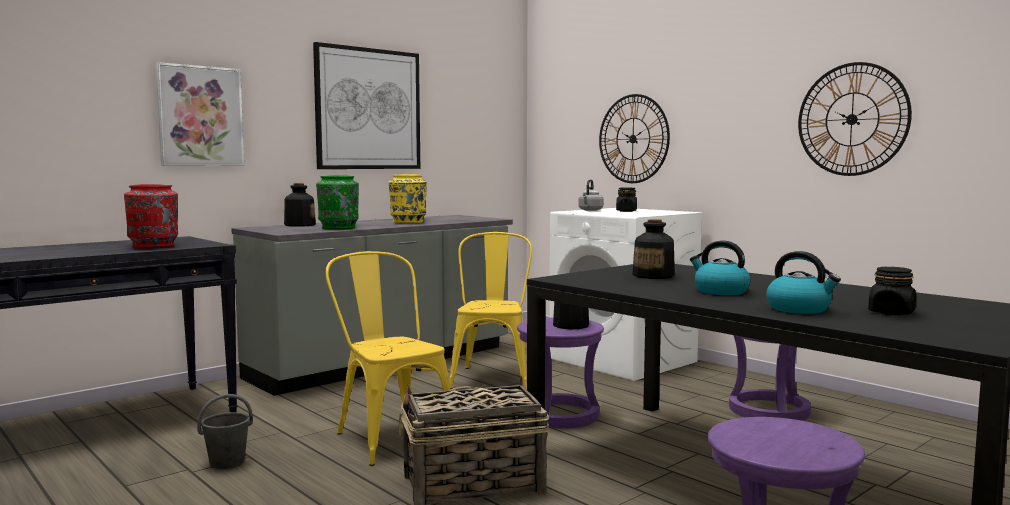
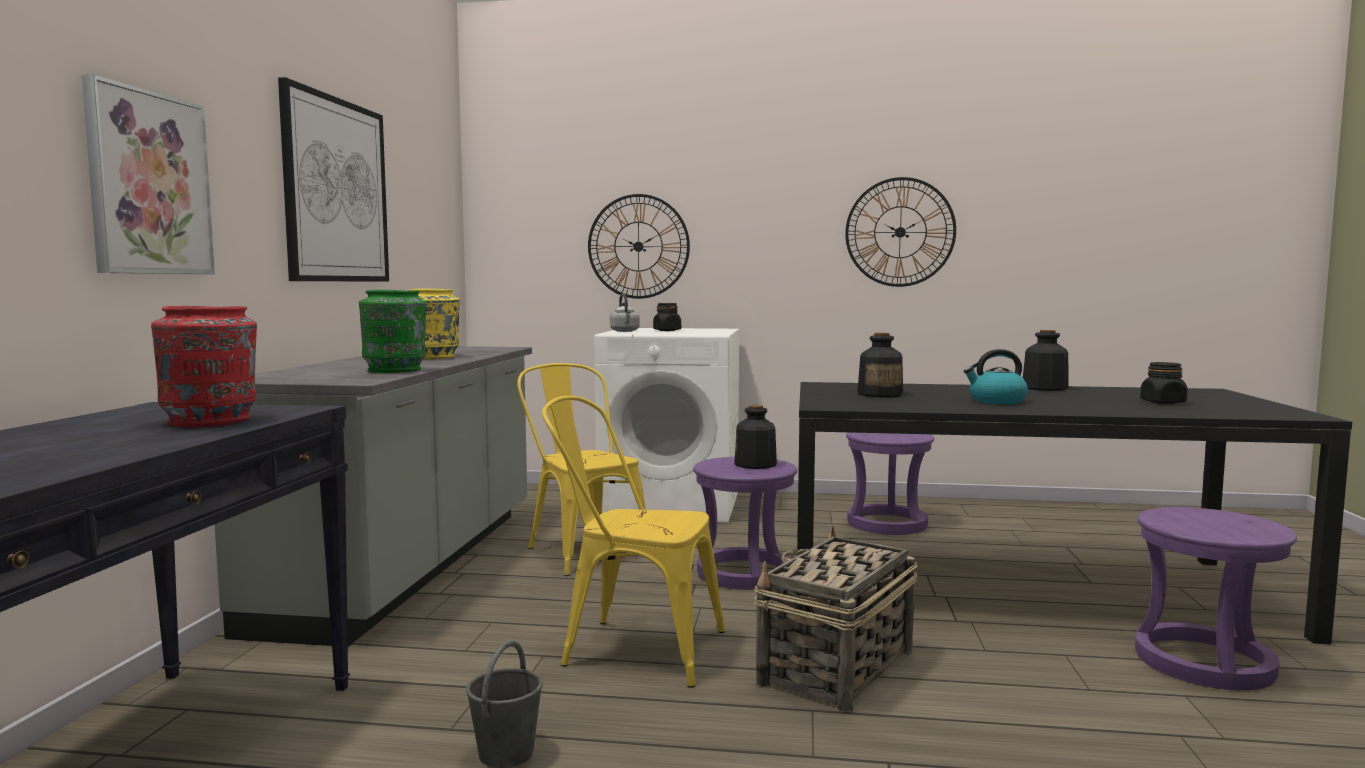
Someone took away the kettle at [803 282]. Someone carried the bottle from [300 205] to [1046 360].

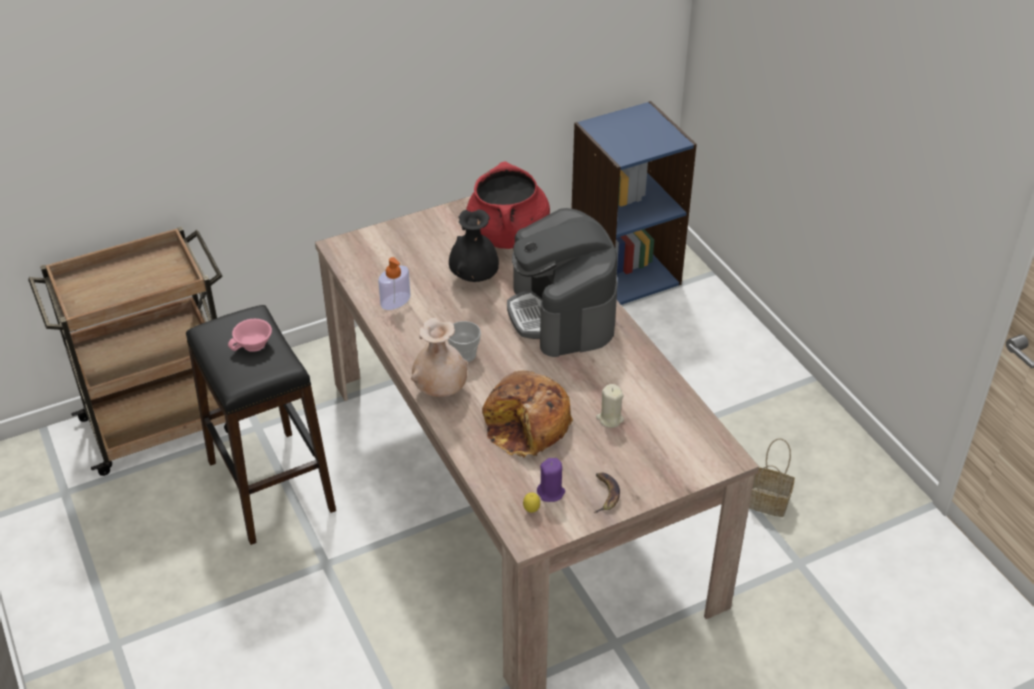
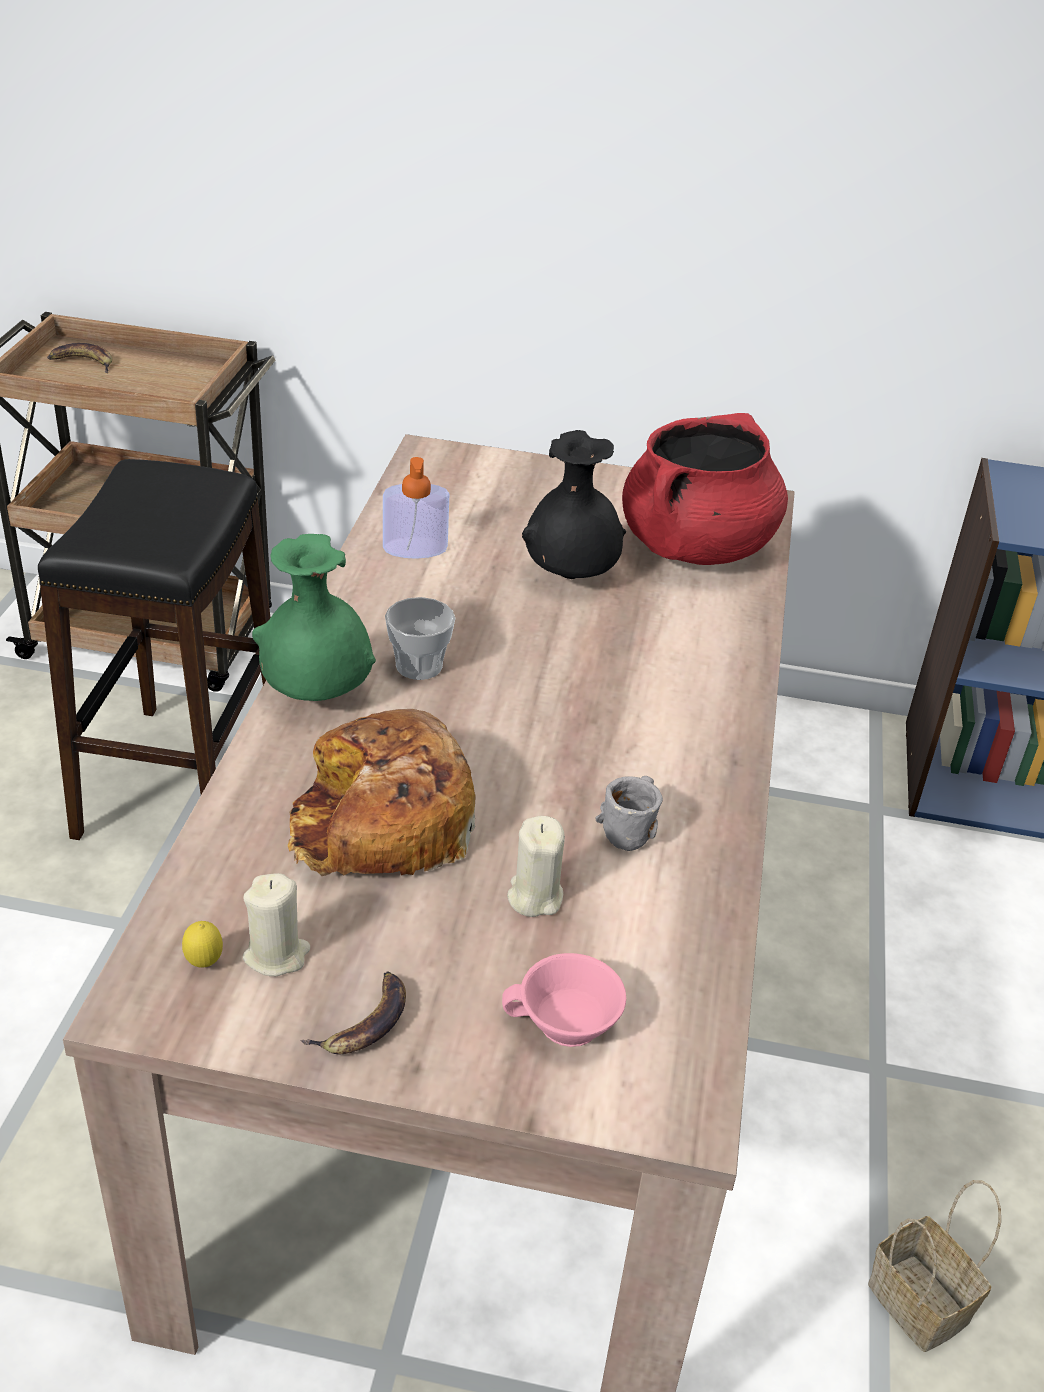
Someone took away the coffee machine at [562 282]. Someone put down the banana at [79 358]. Someone put down the grey mug at [629 813]. Someone carried the pink cup from [250 335] to [564 1000]. Someone repainted the beige vase at [439 357], which became the green vase at [314 617]. Someone repainted the purple candle at [551 480], which became the beige candle at [276 924].

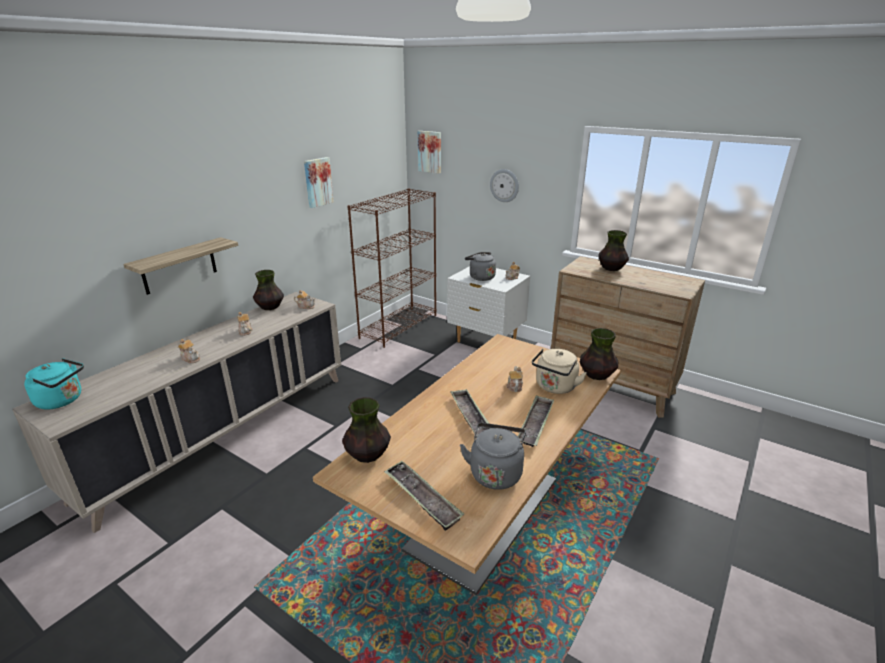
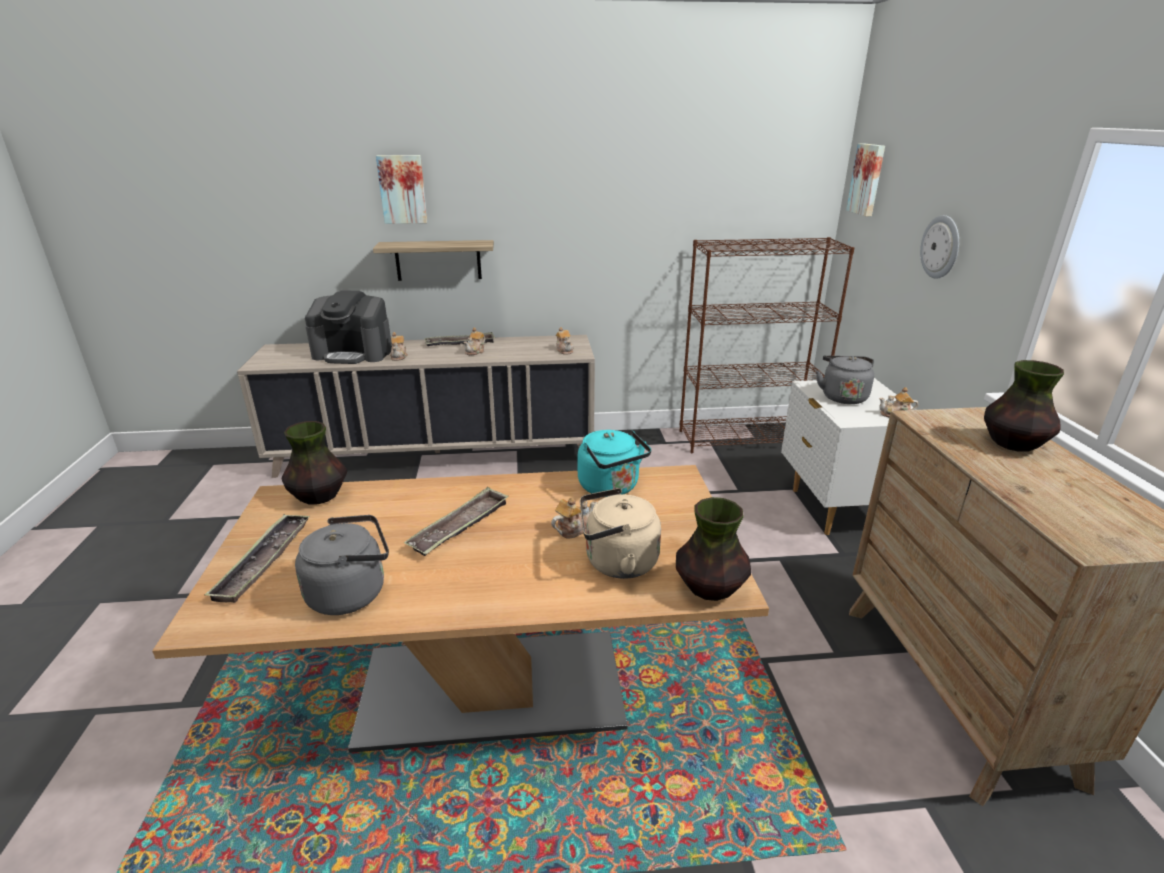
Someone took away the vase at [268 290]. Someone put down the coffee machine at [348 327]. Someone carried the turquoise kettle from [54 383] to [614 463]. Someone carried the picture from [319 182] to [401 189]. Someone carried the tray from [536 421] to [459 339].

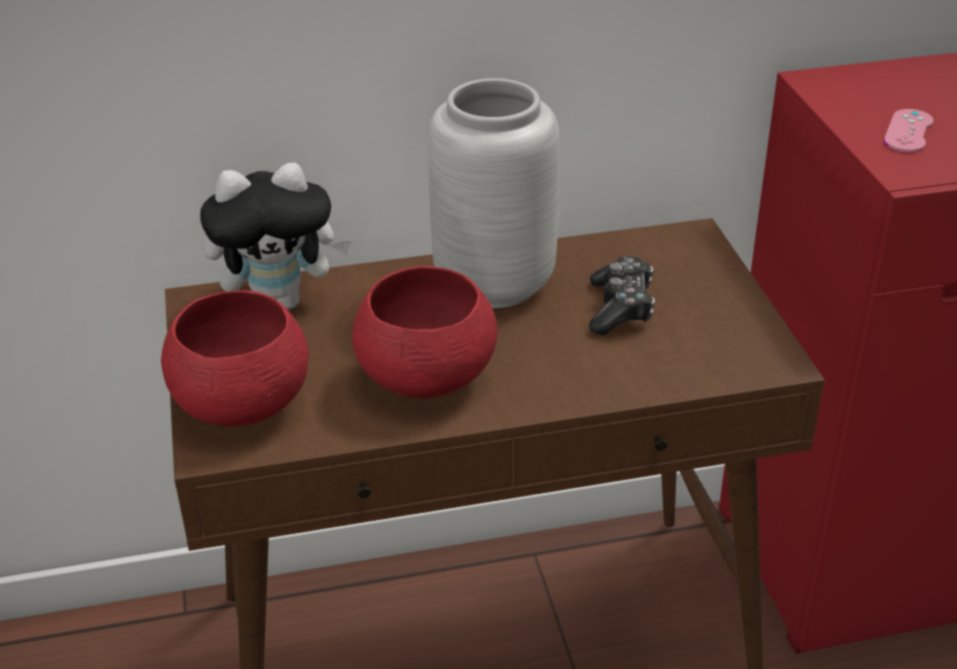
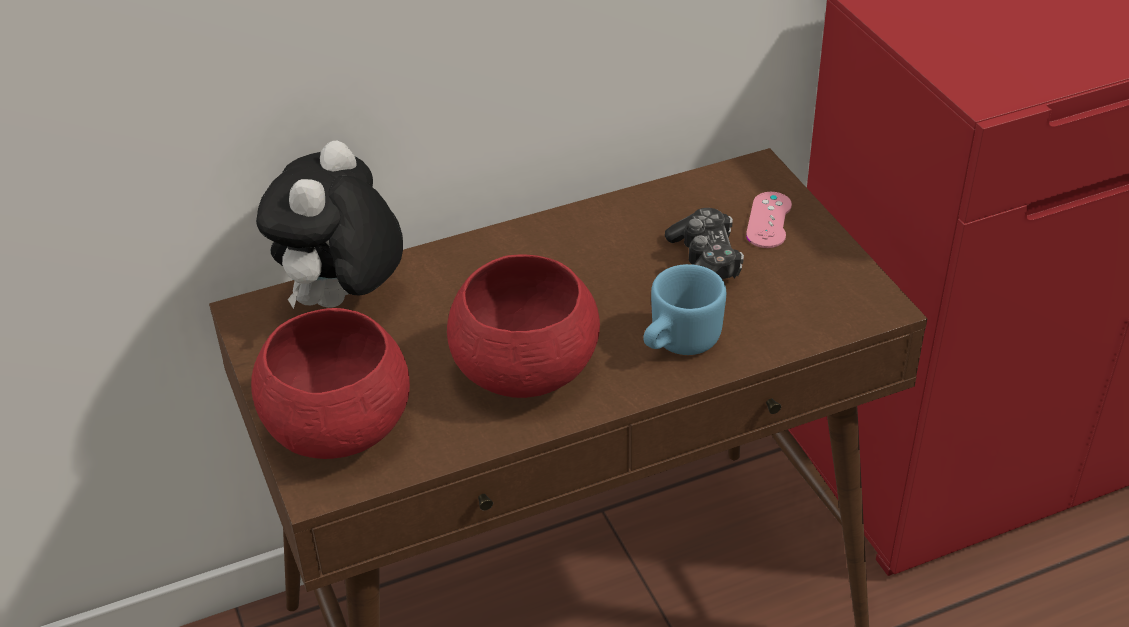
Someone took away the grey vase at [494 193]. Someone put down the blue mug at [684 309]. Someone carried the pink game controller from [908 130] to [769 220]. Someone rotated the plush toy at [275 236] by 135 degrees clockwise.

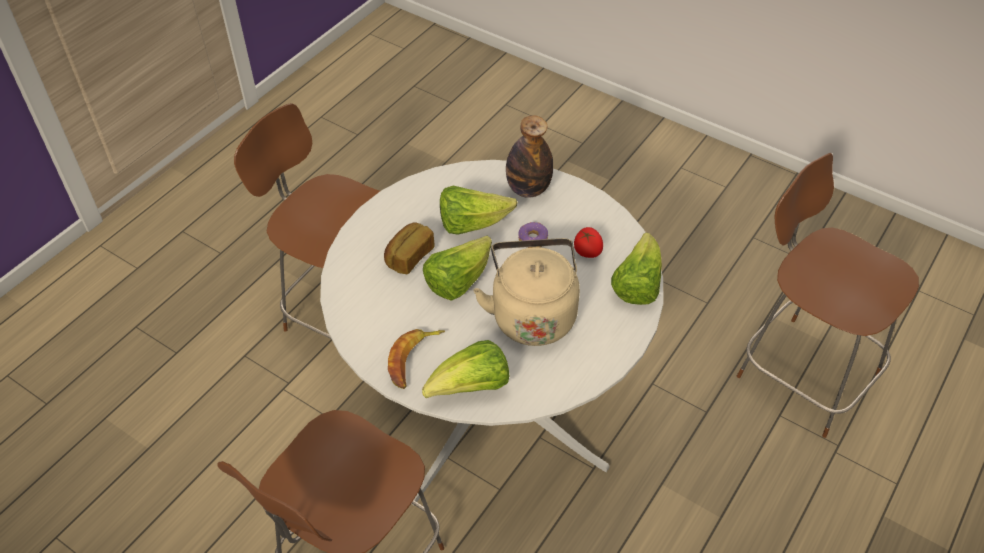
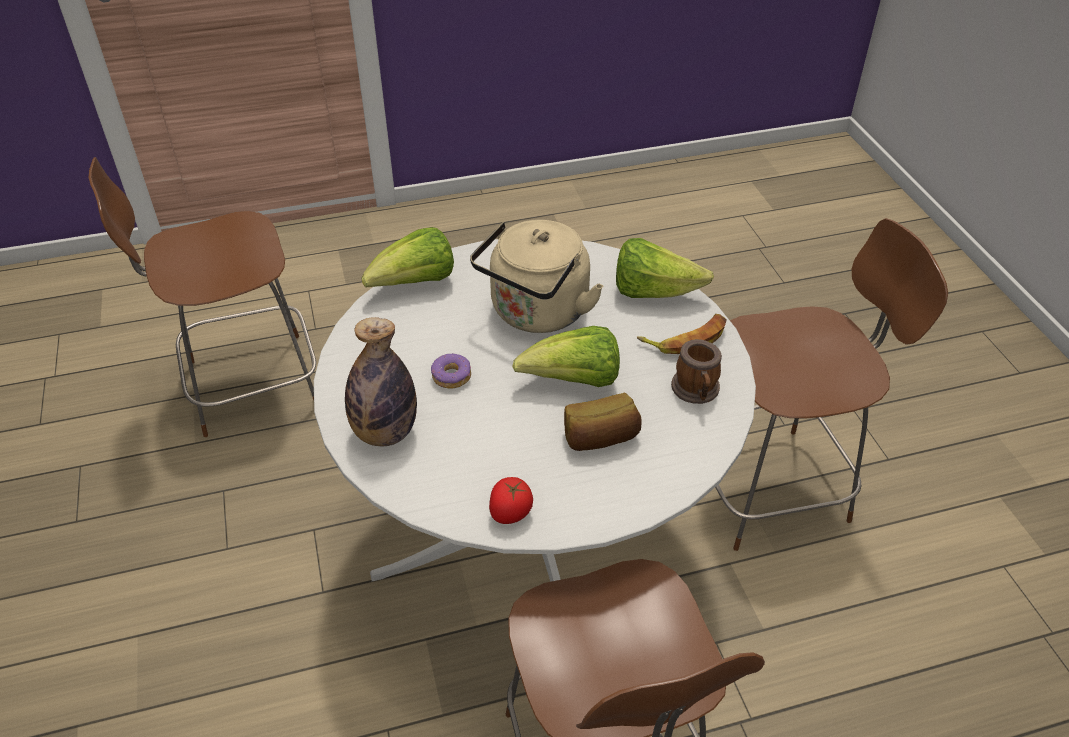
Someone took away the lettuce at [478 210]. Someone put down the mug at [696 371]. Someone carried the tomato from [588 242] to [511 500]. Someone rotated the brown chair at [828 295] by 75 degrees clockwise.

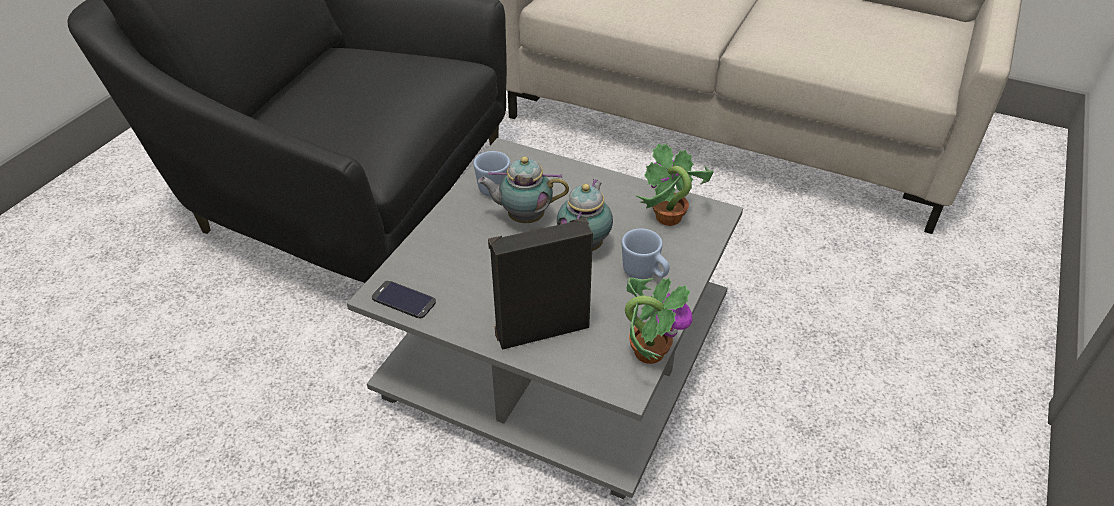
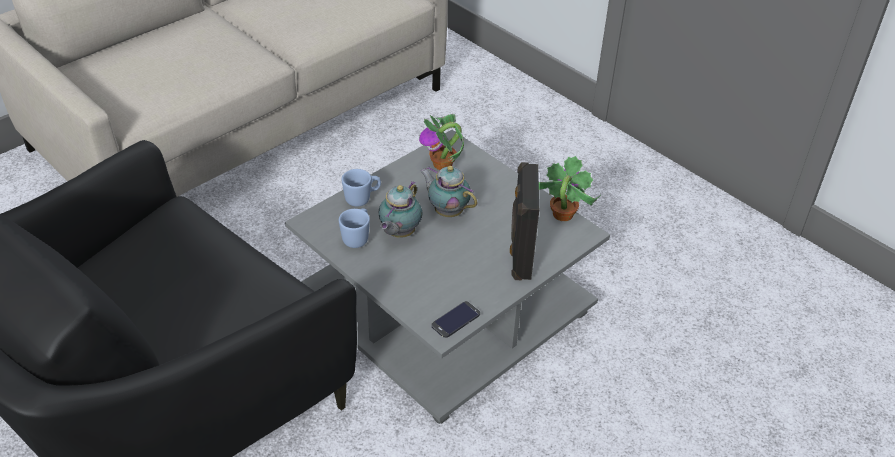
Someone carried the blue mug from [645 253] to [361 188].

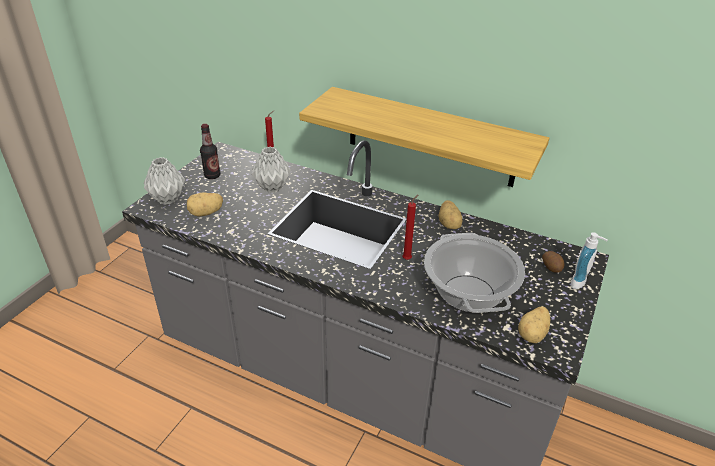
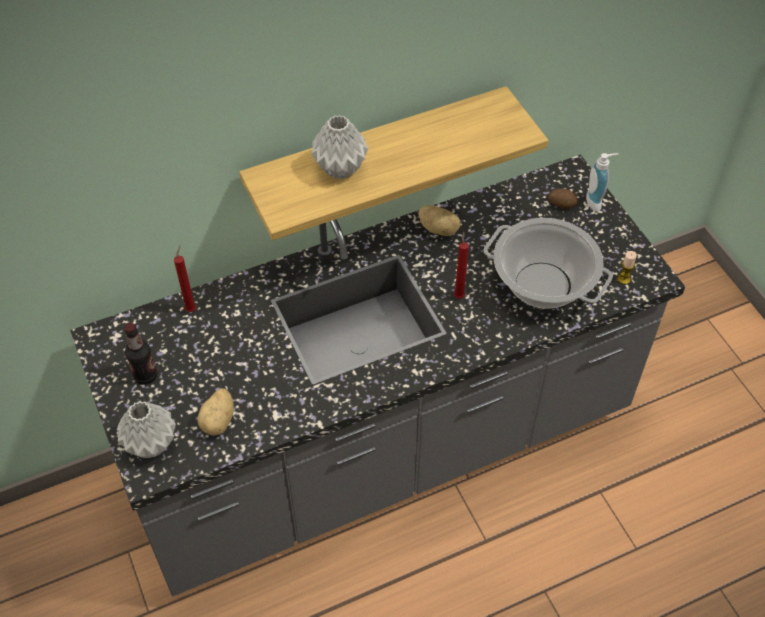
Someone carried the grey vase from [271 169] to [339 147]. Someone swapped the potato at [534 324] for the candle at [627 267].

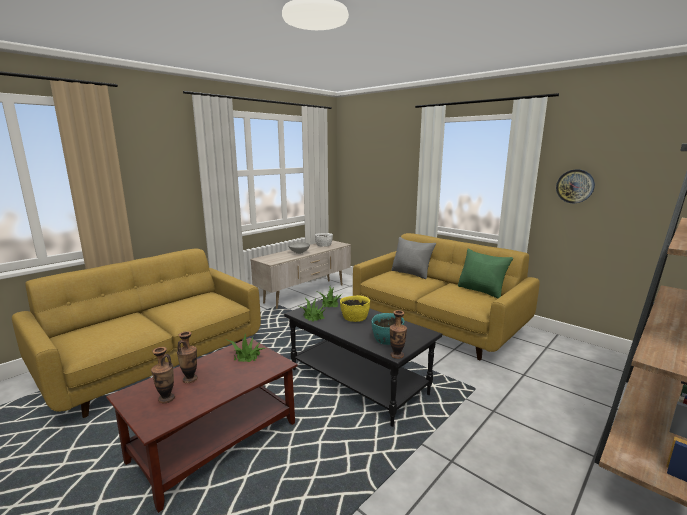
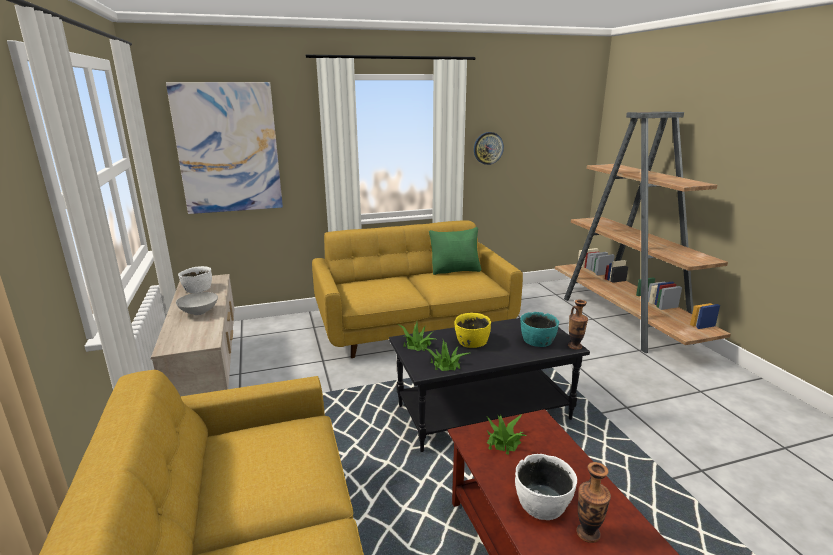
Someone took away the grey pillow at [414 258]. Someone put up the picture at [224 148]. Someone swapped the vase at [187 357] for the white bowl at [546 487].

